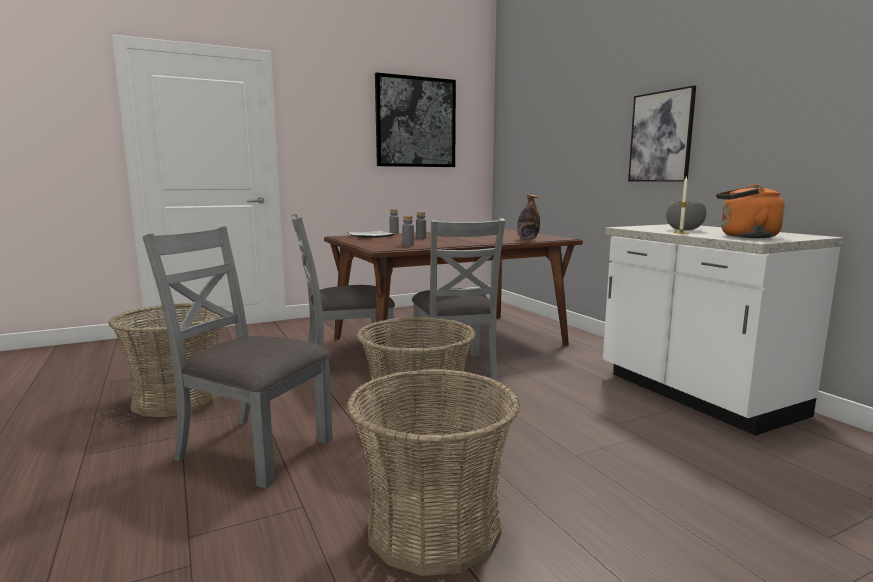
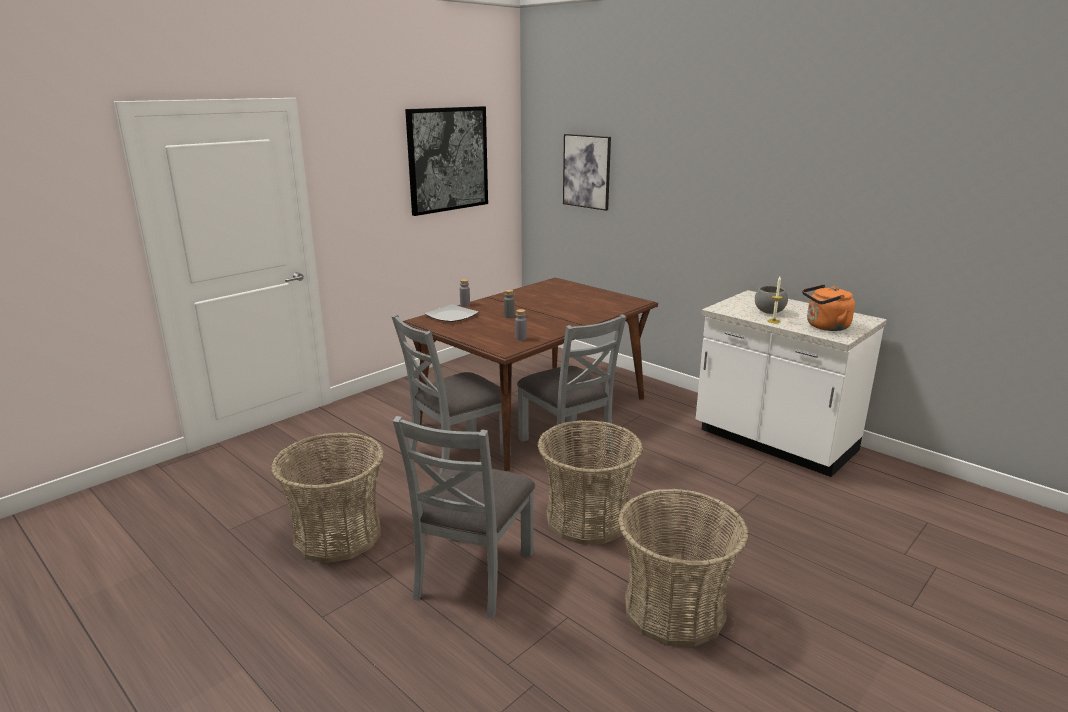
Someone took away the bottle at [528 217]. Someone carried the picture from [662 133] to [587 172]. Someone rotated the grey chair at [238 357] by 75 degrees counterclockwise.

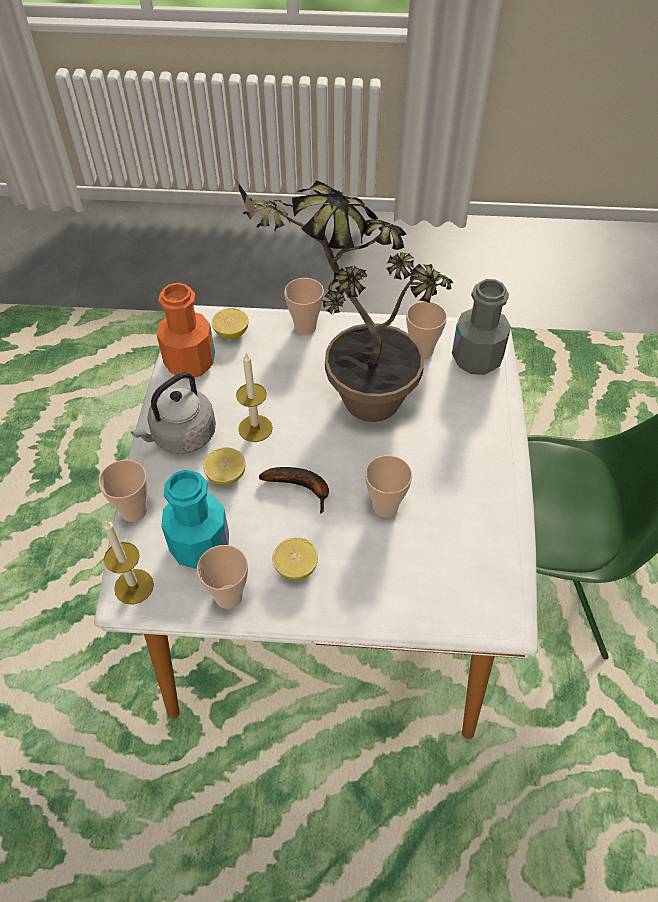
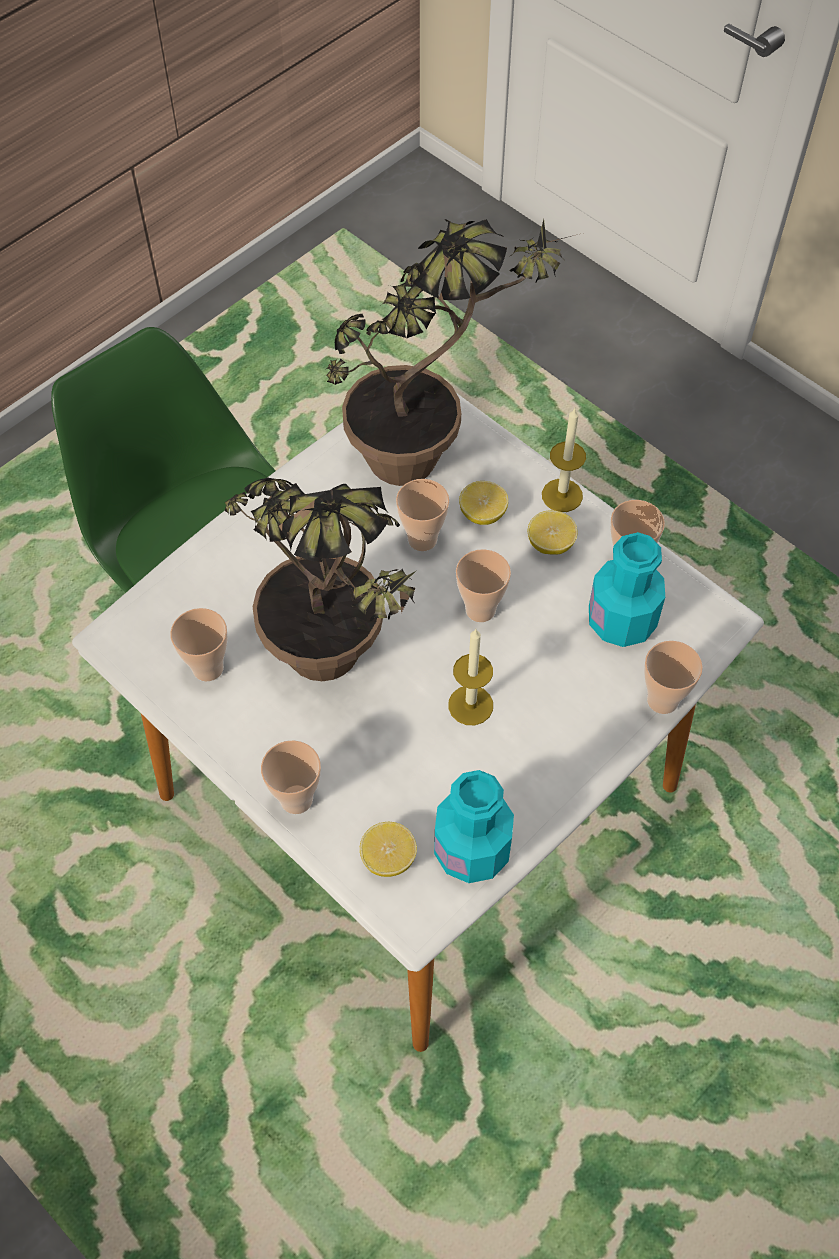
Someone took away the grey kettle at [173 413]. Someone took away the grey bottle at [481 327]. Someone put down the potted plant at [450 352]. Someone carried the candle from [129 563] to [564 460]. Someone carried the lemon from [224 466] to [483 503]. Someone swapped the banana at [294 490] for the cup at [483 585]. Someone repainted the orange bottle at [186 331], which became the turquoise bottle at [474 826].

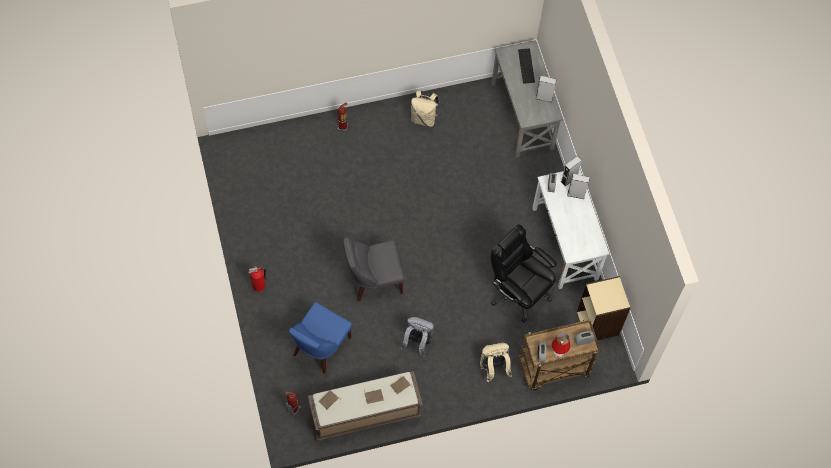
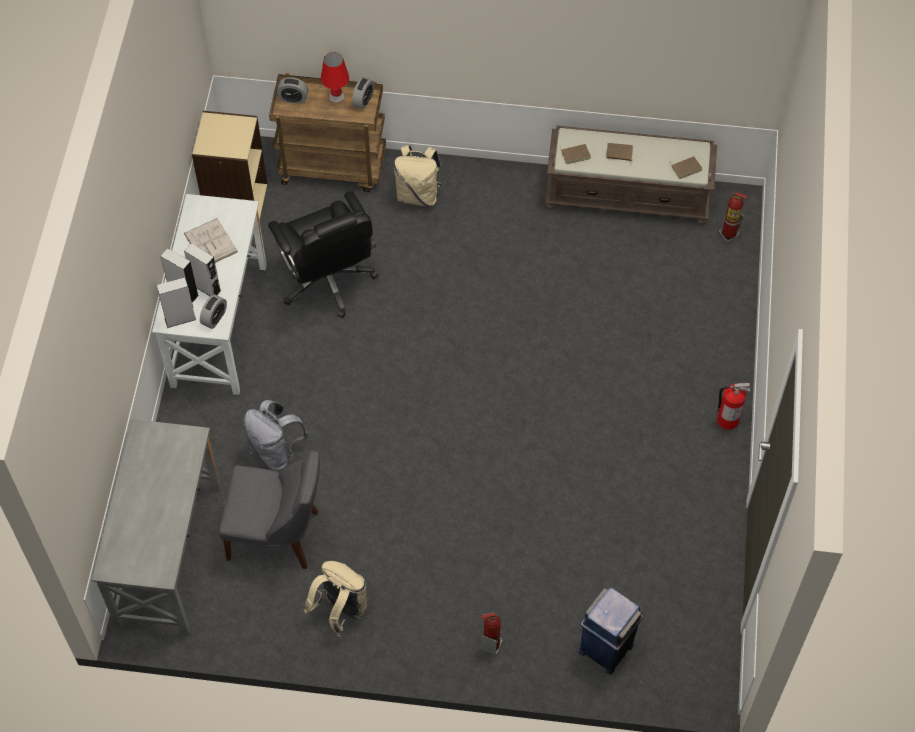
Someone took away the blue chair at [320 338]. Someone took away the keyboard at [526 66]. Someone put down the white book at [211 240]. Someone put down the blue trash can at [610 631]. Someone carried the grey chair from [373 269] to [269 509]. Someone carried the grey backpack from [417 337] to [275 435]. Someone carried the grey speaker from [546 89] to [202 269].

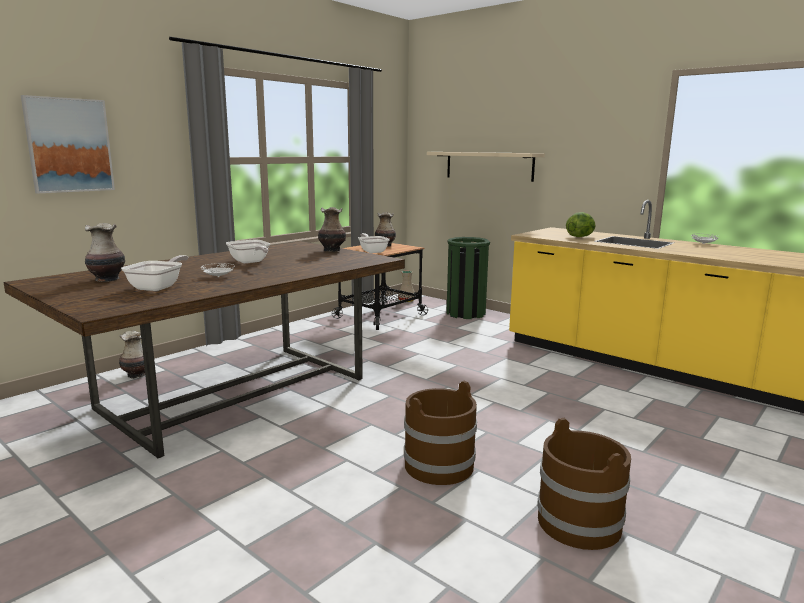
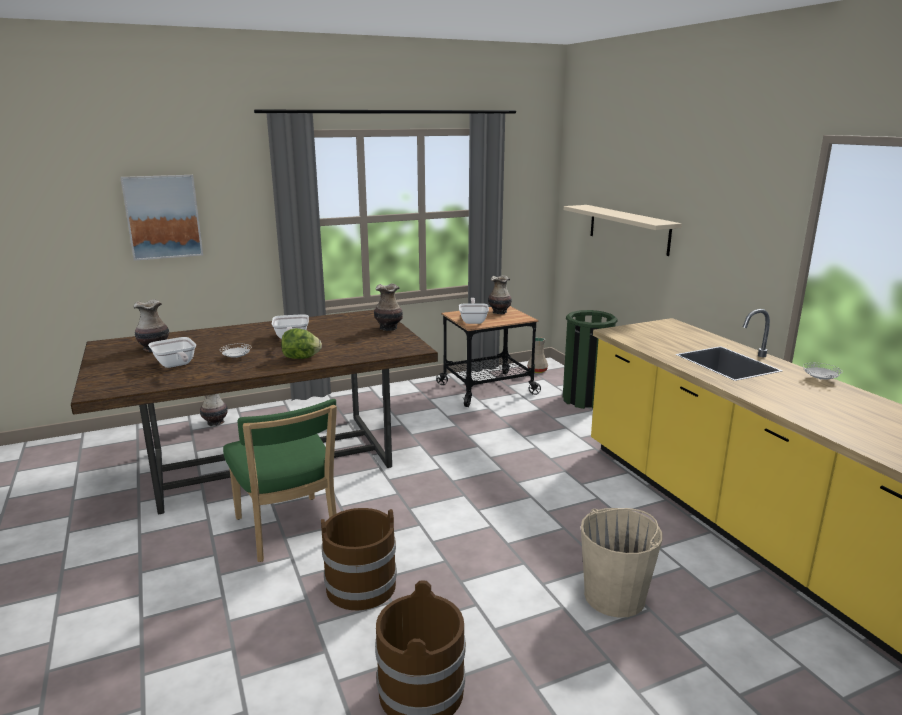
Someone put down the green chair at [280 480]. Someone put down the beige bucket at [621 563]. Someone carried the lettuce from [580 224] to [301 343]. Someone rotated the frying pan at [154 273] by 105 degrees clockwise.

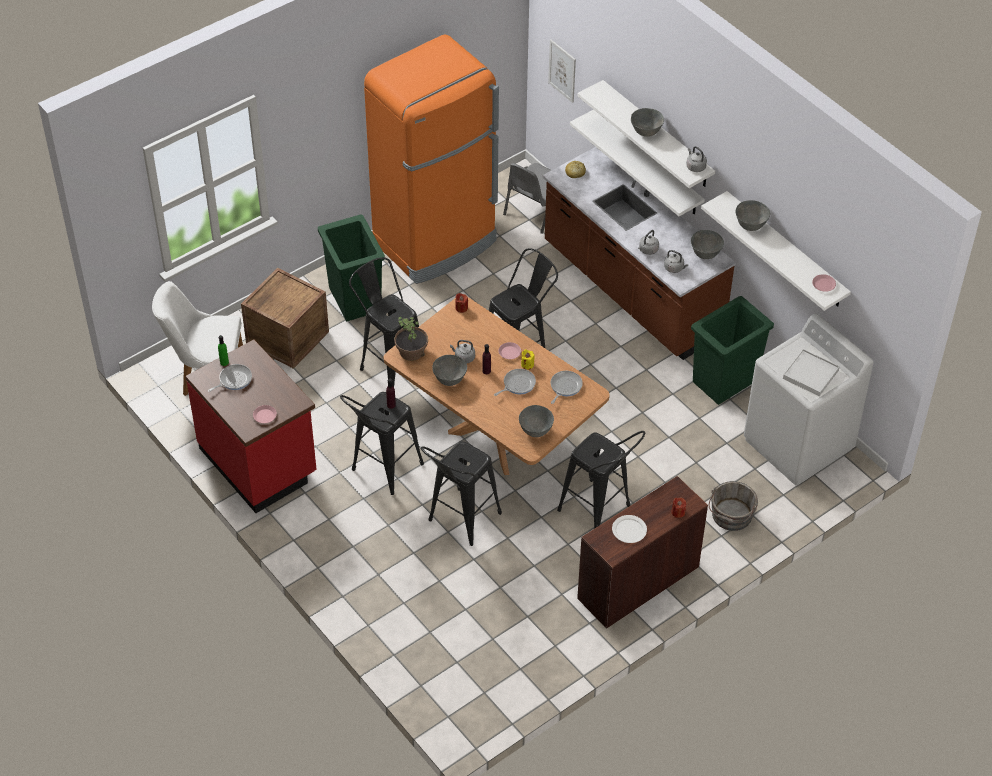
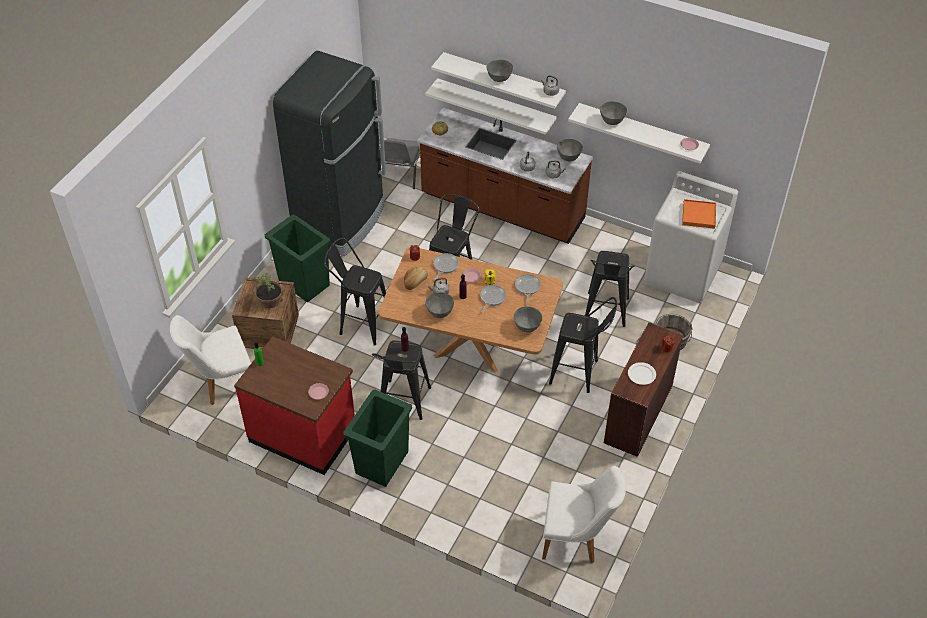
Someone took away the picture at [562 71]. Someone put down the bread at [416 278]. Someone put down the white chair at [584 514]. Someone carried the frying pan from [230 378] to [446 266]. Someone carried the potted plant from [411 339] to [268 290]. Someone carried the black stool from [461 493] to [610 289]. Someone carried the green trash can from [732 350] to [377 438]. Someone repainted the orange fridge at [431 159], which became the black fridge at [329 153]. Someone repainted the white tray at [811 372], which became the orange tray at [699 214].

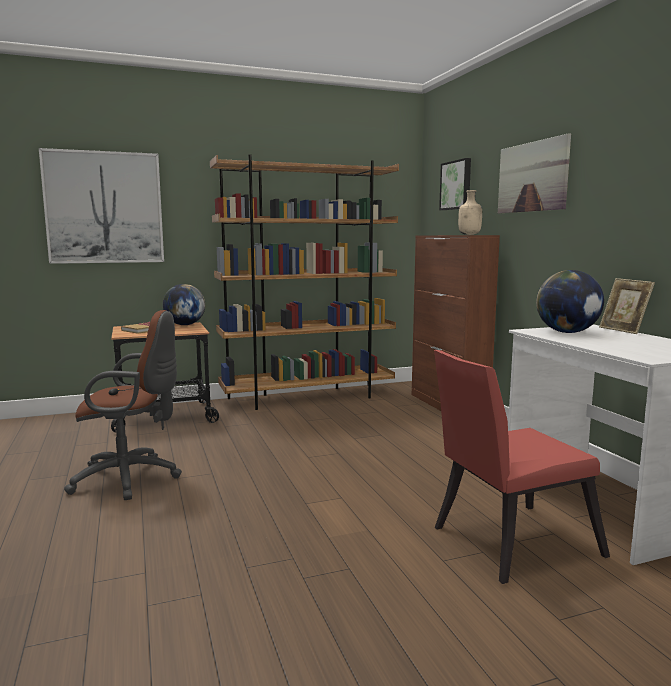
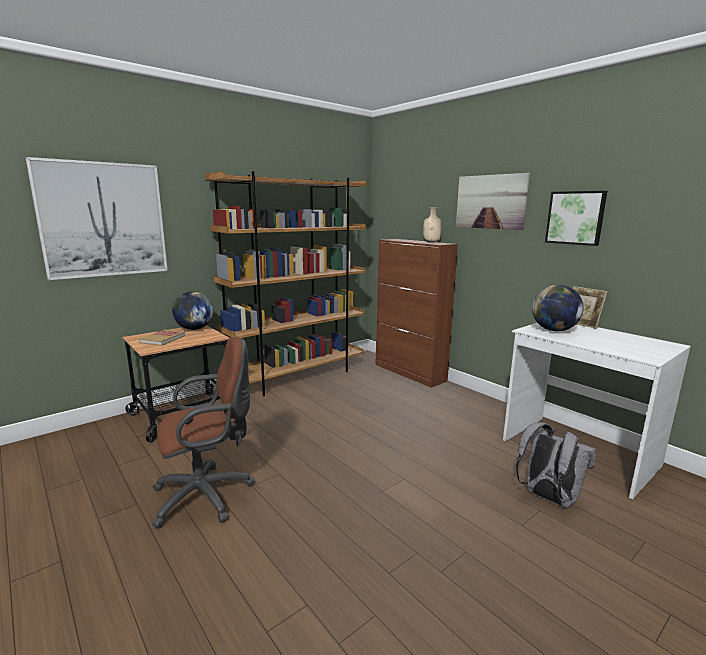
Someone carried the picture from [455 184] to [576 218]. Someone swapped the red chair at [522 467] for the grey backpack at [556 464].

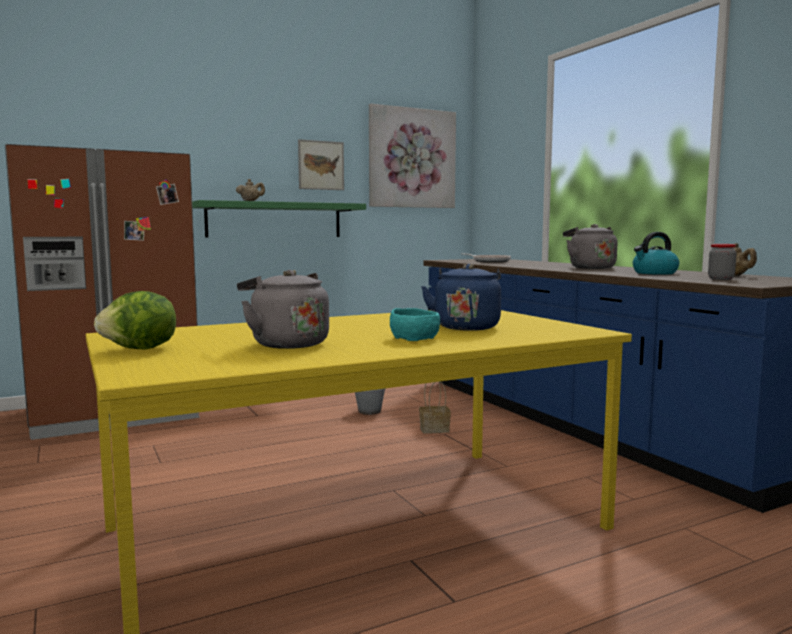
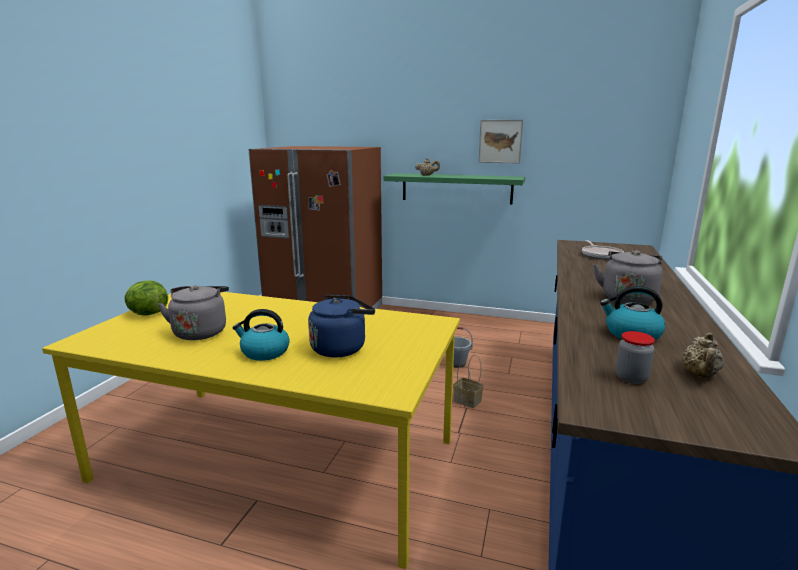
Someone took away the picture at [412 156]. Someone swapped the turquoise bowl at [415 324] for the kettle at [261 335].

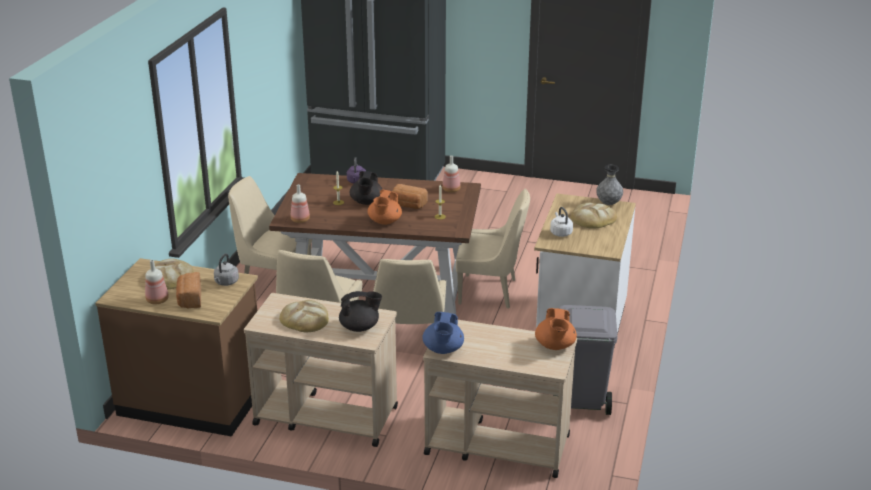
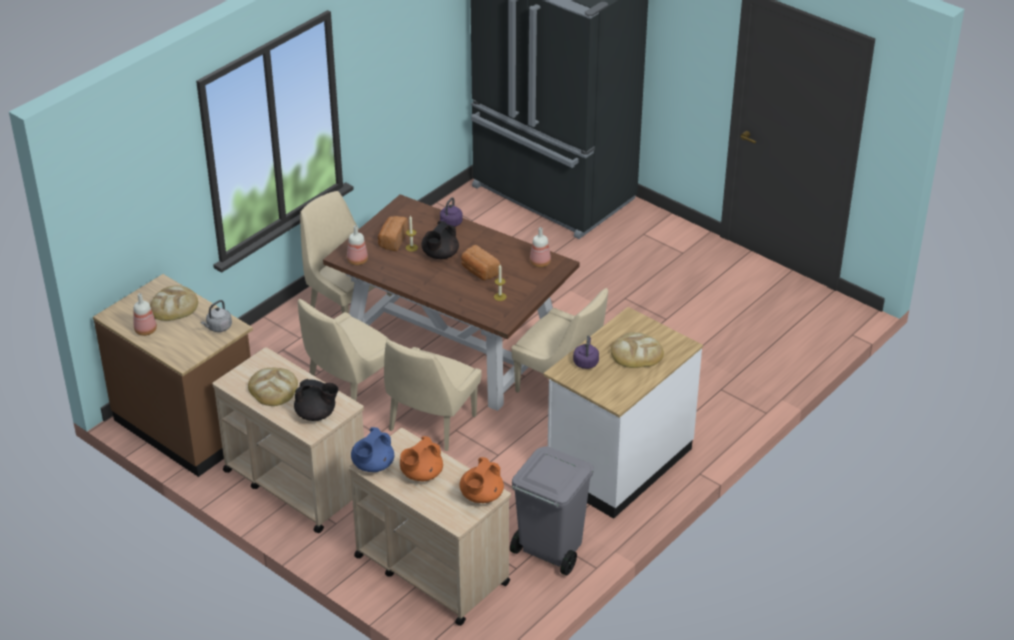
Someone took away the grey vase at [610 185]. Someone carried the bread from [188 290] to [393 233]. Someone carried the orange teapot from [385 207] to [421 458]. Someone repainted the white kettle at [561 222], which became the purple kettle at [586 352].

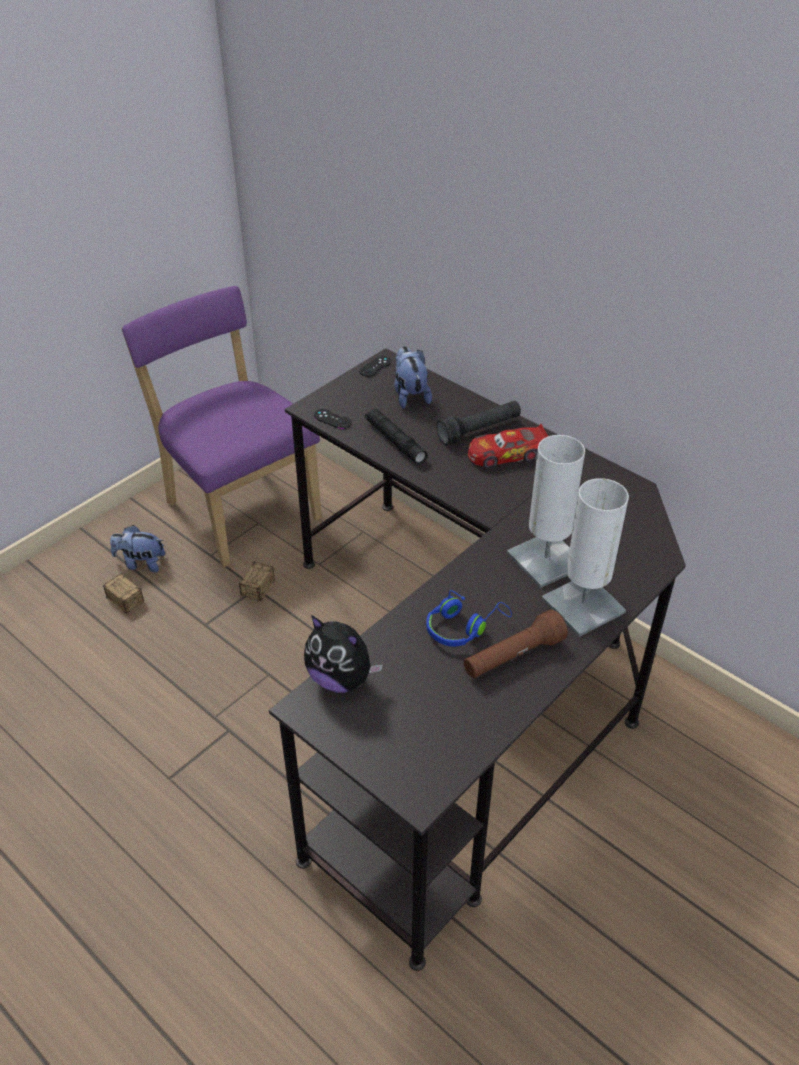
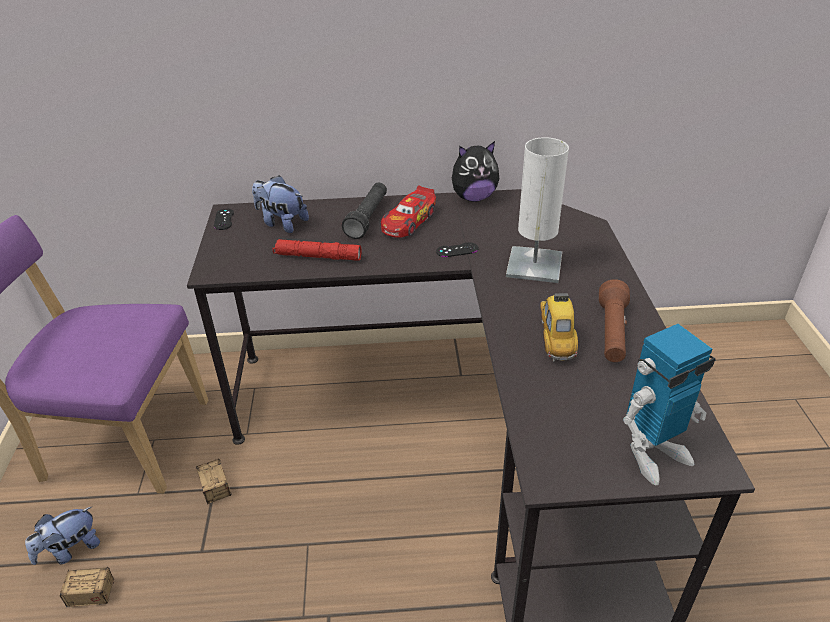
Someone took away the white table lamp at [585 557]. Someone put down the toy robot at [669 404]. Someone carried the plush toy from [343 654] to [475 171]. Someone carried the black game controller from [333 419] to [457 249]. Someone swapped the blue headphones at [469 618] for the toy car at [559 327]. Someone repainted the black flashlight at [396 436], which became the red flashlight at [316 250].

